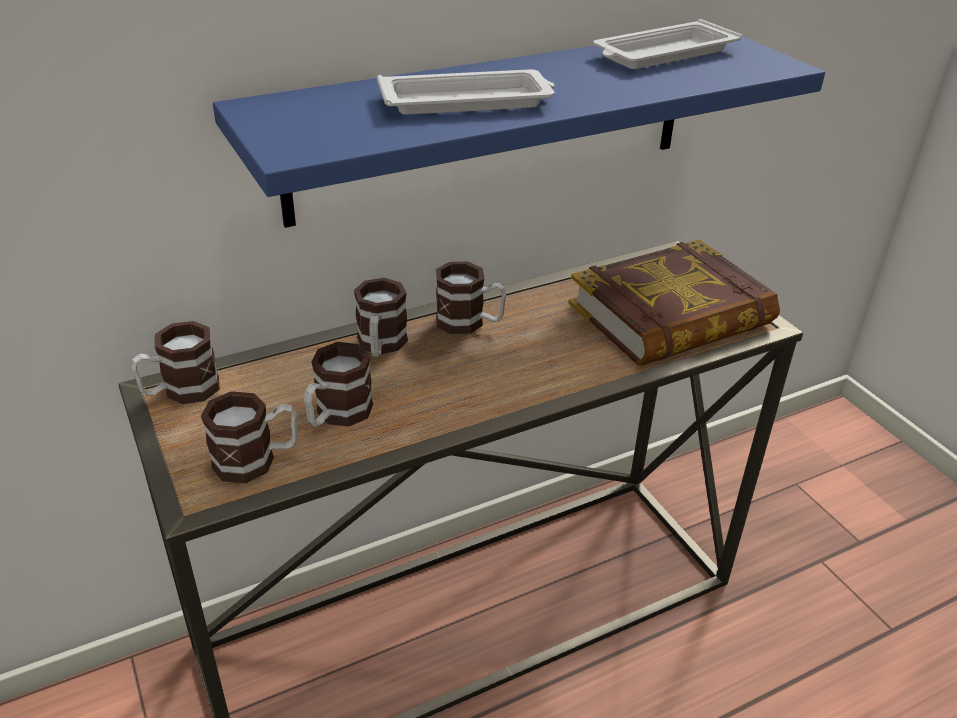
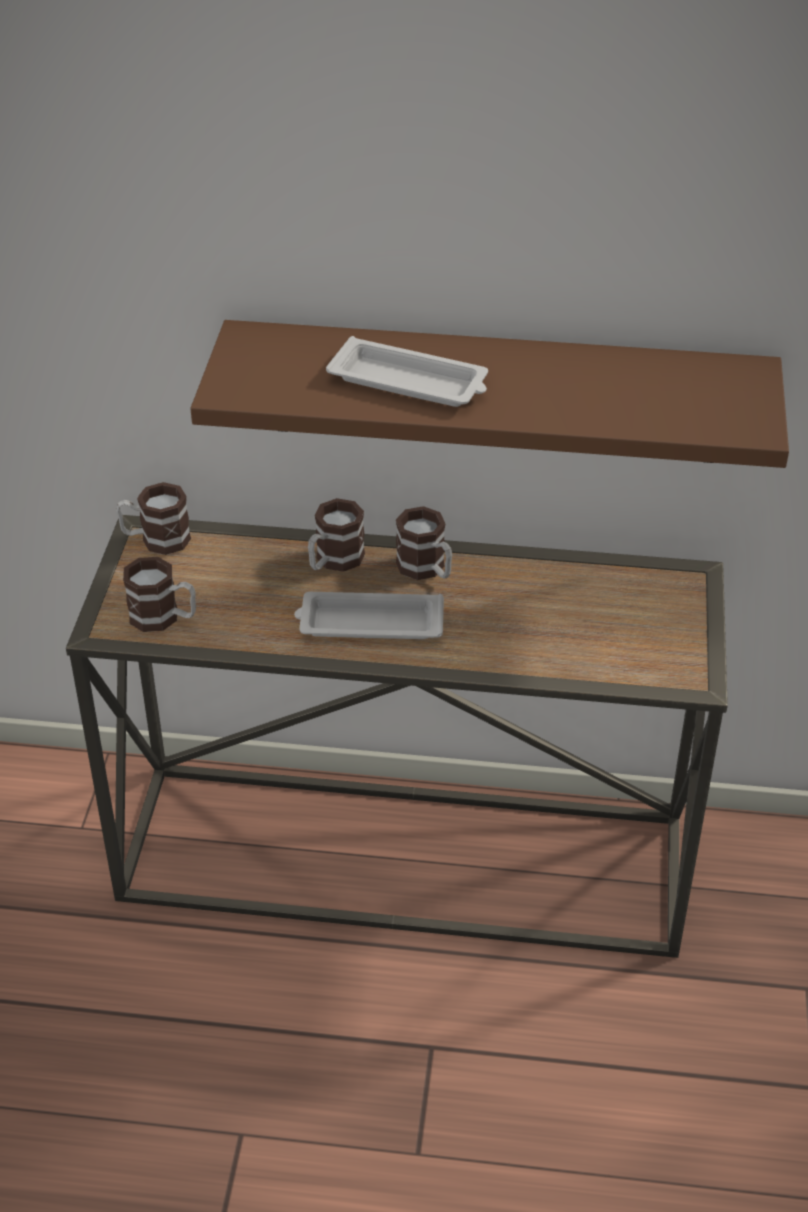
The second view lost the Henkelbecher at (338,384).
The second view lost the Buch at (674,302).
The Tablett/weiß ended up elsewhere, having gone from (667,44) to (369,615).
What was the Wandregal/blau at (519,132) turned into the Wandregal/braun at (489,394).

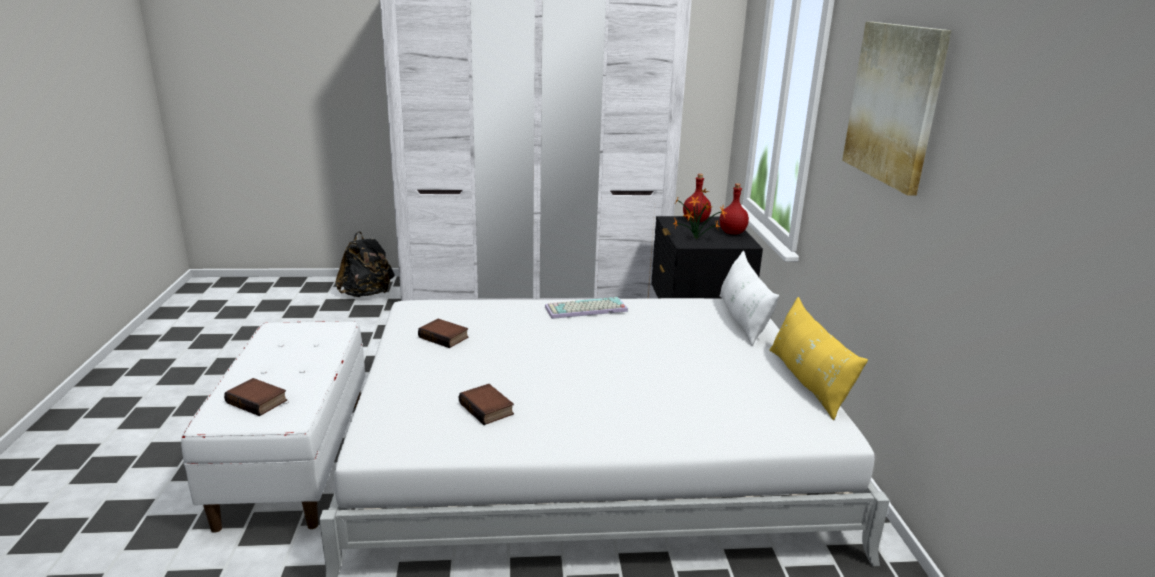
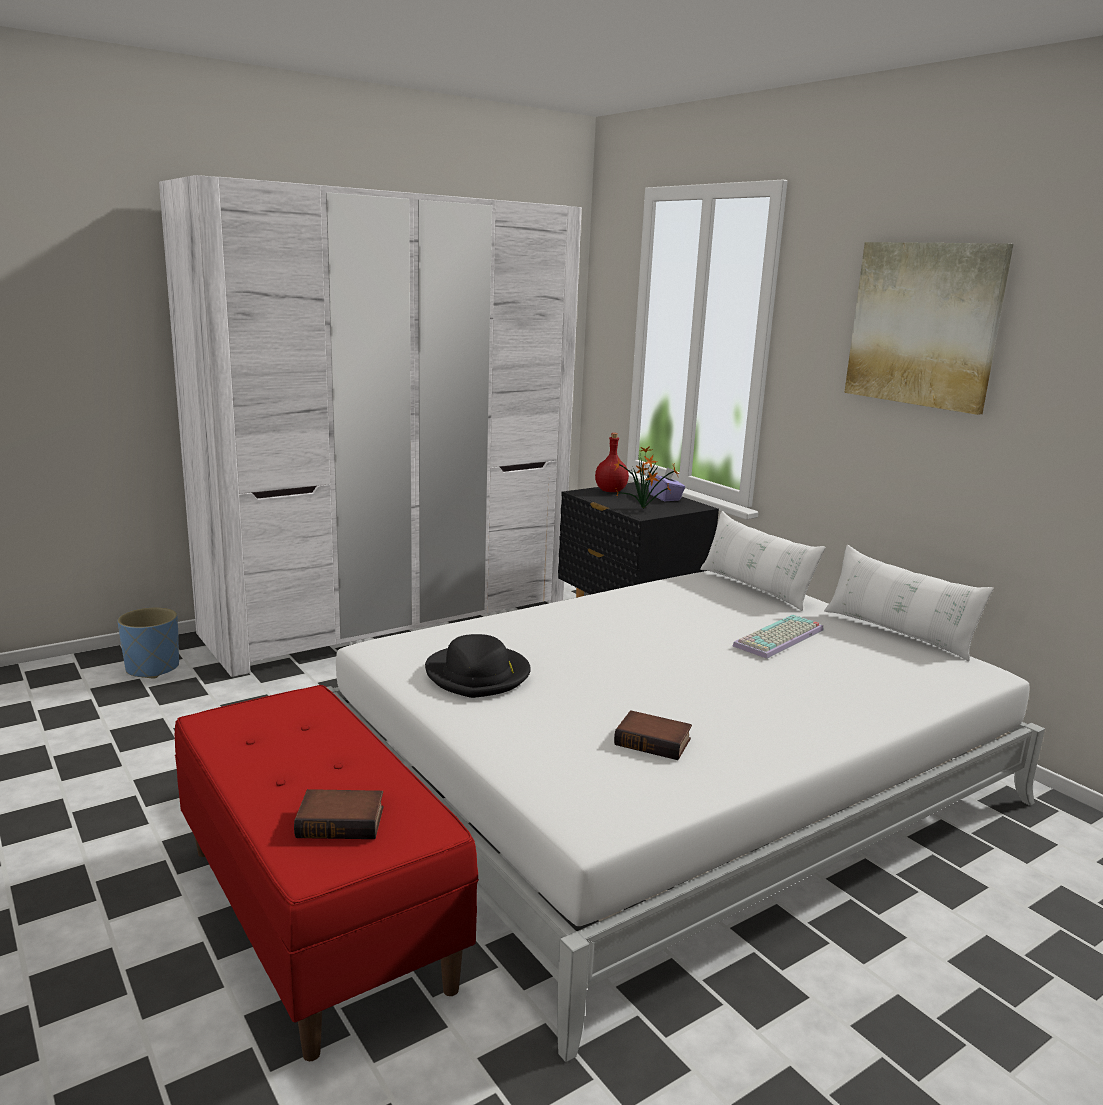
The Tastatur ended up elsewhere, having gone from (586,308) to (777,637).
Where the Rucksack/schwarz stood at (365,264), the Pflanzkübel/blau came to stand at (148,643).
Where the Buch stood at (443,333), the Hut/schwarz came to stand at (478,666).
Where the Flasche/rot stood at (734,209), the Taschentuchbox/lila came to stand at (666,484).
What was the Bank/weiß at (273,427) turned into the Bank/rot at (327,873).
What was the Kissen/gelb at (819,358) turned into the Kissen/weiß at (909,603).

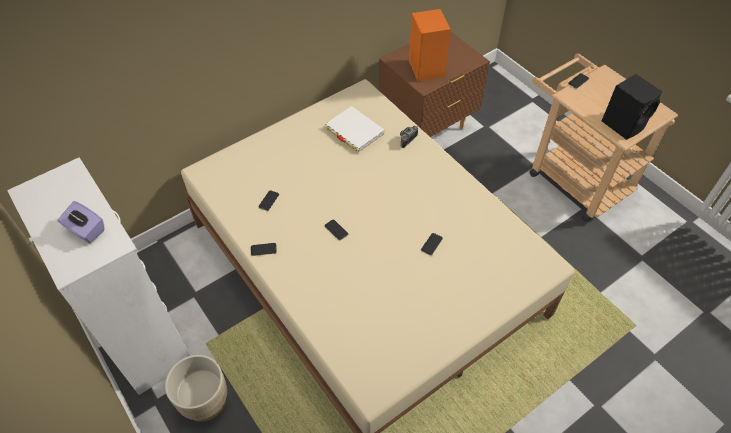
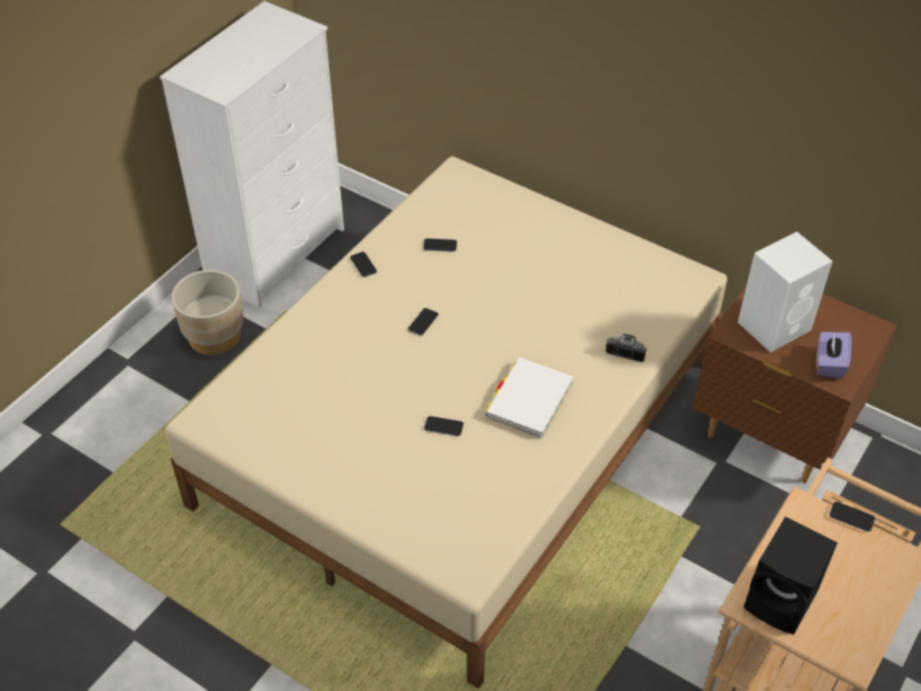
The Taschentuchbox/lila ended up elsewhere, having gone from (81,222) to (834,355).
The Buch/weiß ended up elsewhere, having gone from (354,129) to (529,398).
What was the Lautsprecher/orange at (430,45) turned into the Lautsprecher/weiß at (785,292).

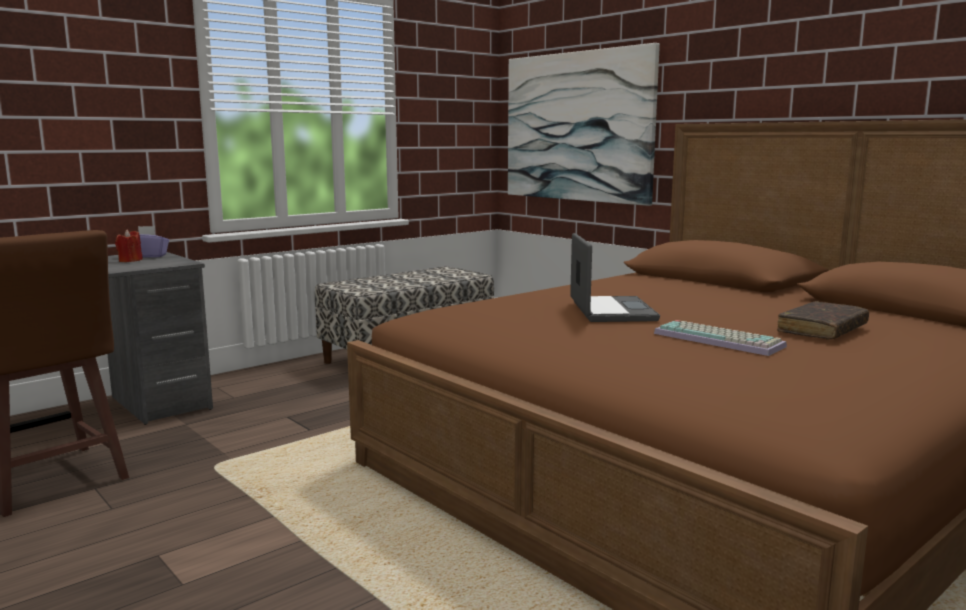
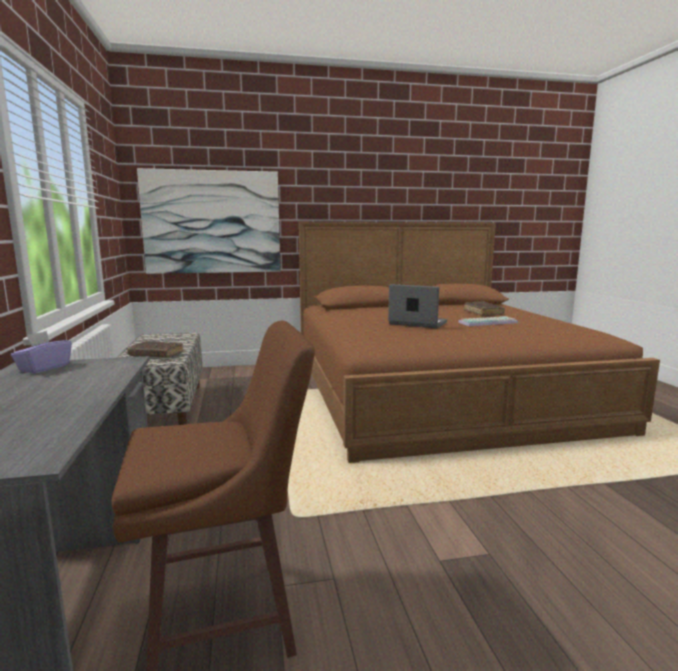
The second view lost the Kerze/rot at (129,246).
The second view gained the Buch/braun at (155,349).

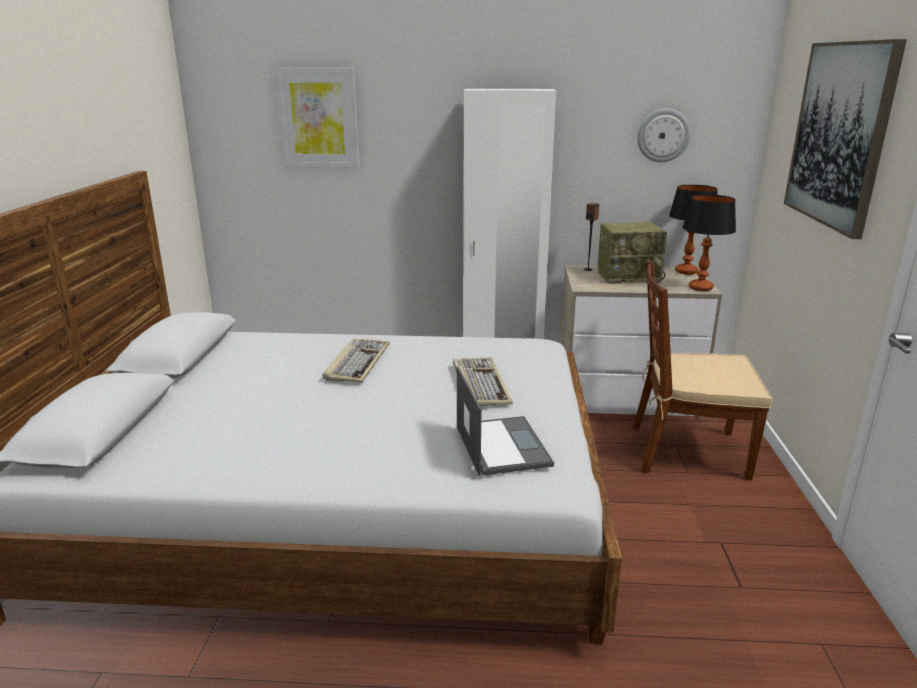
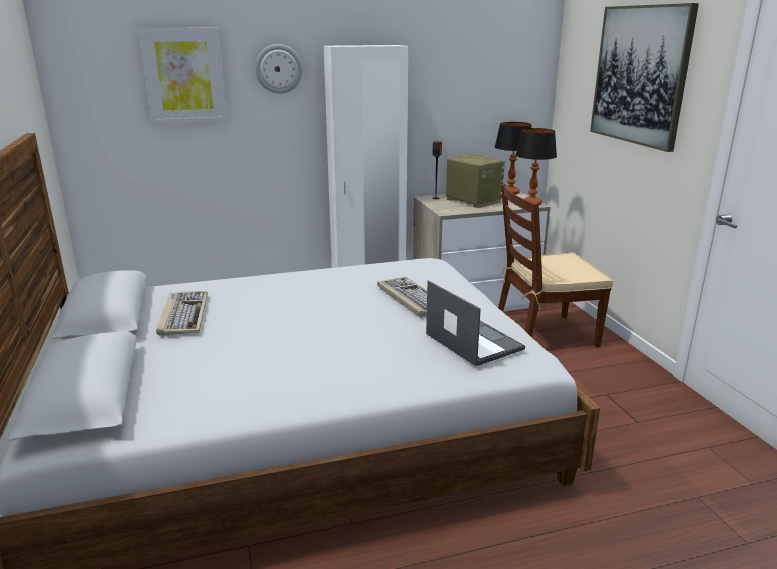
The Tastatur ended up elsewhere, having gone from (356,360) to (182,313).
The Wanduhr ended up elsewhere, having gone from (663,135) to (279,69).
The Radio at (632,253) ended up facing another way, 105 degrees counterclockwise from before.

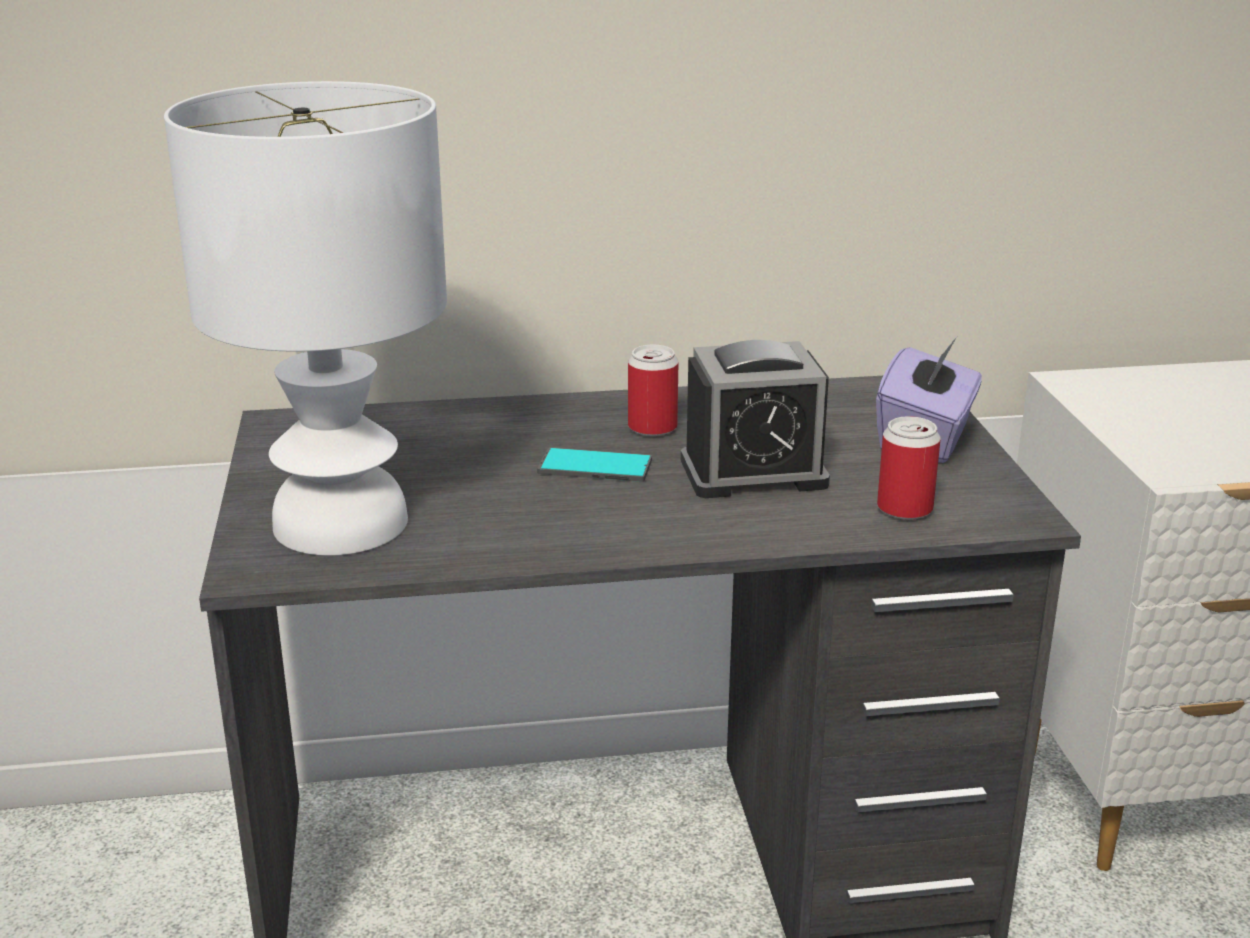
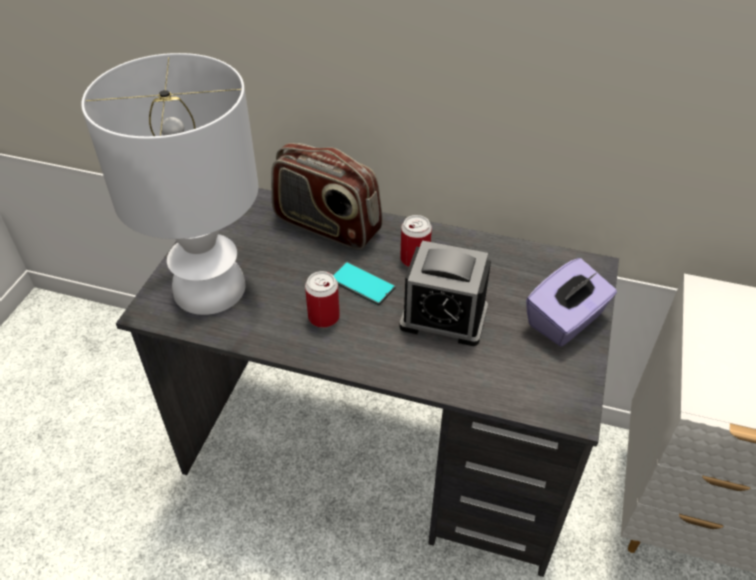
The second view gained the Radio at (327,196).
The Dose ended up elsewhere, having gone from (909,468) to (322,299).

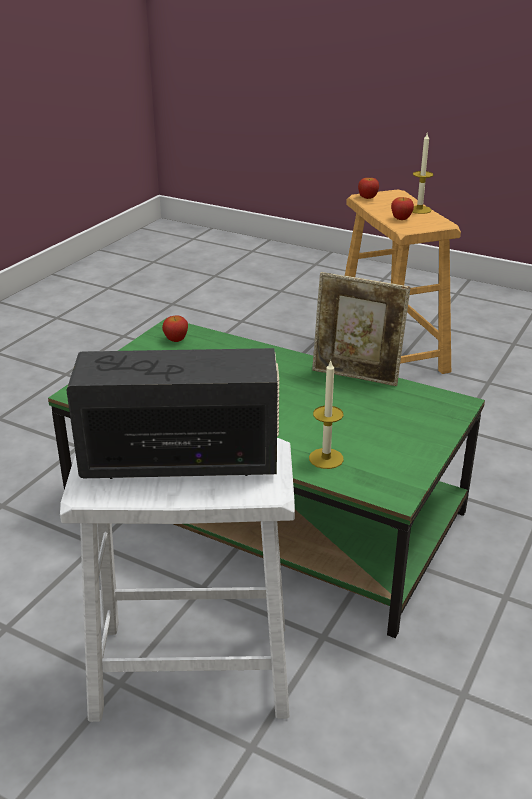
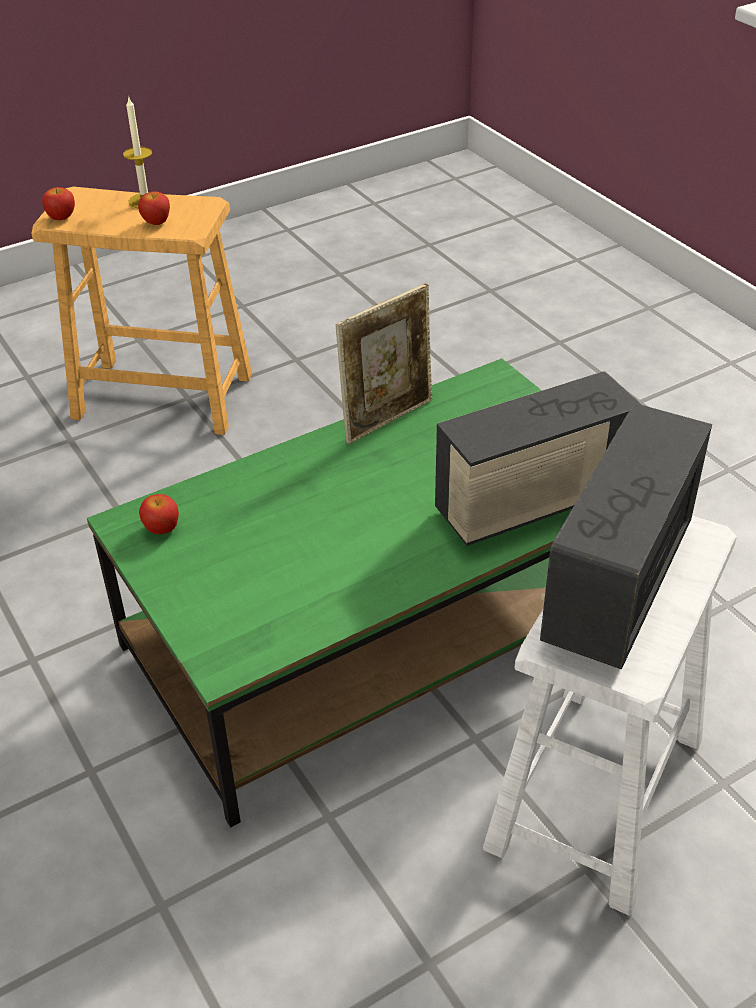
Where the Kerze stood at (326,415), the Radio came to stand at (538,458).

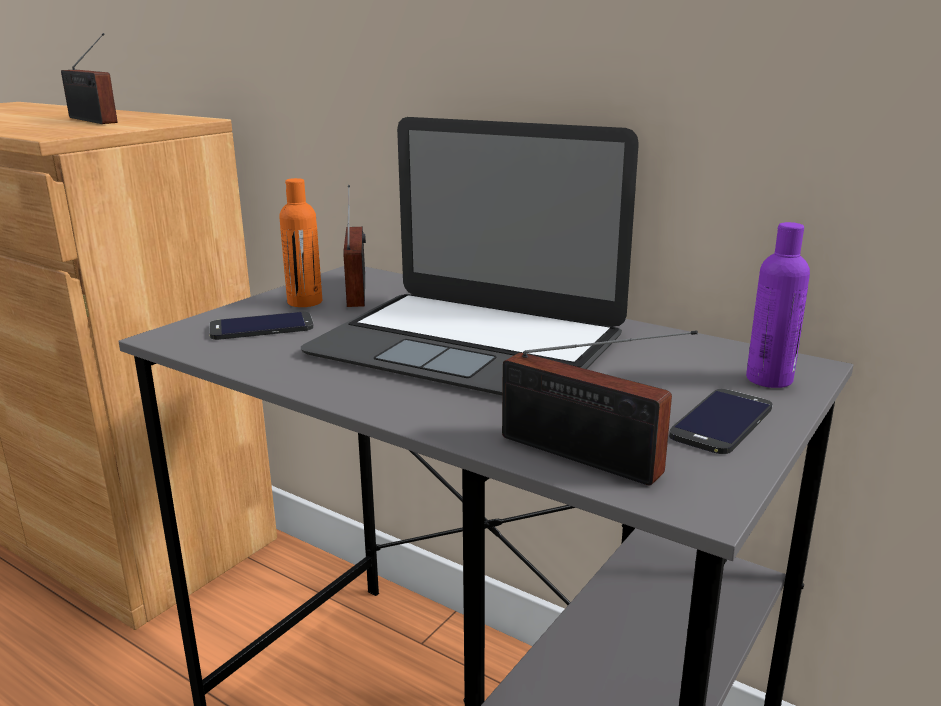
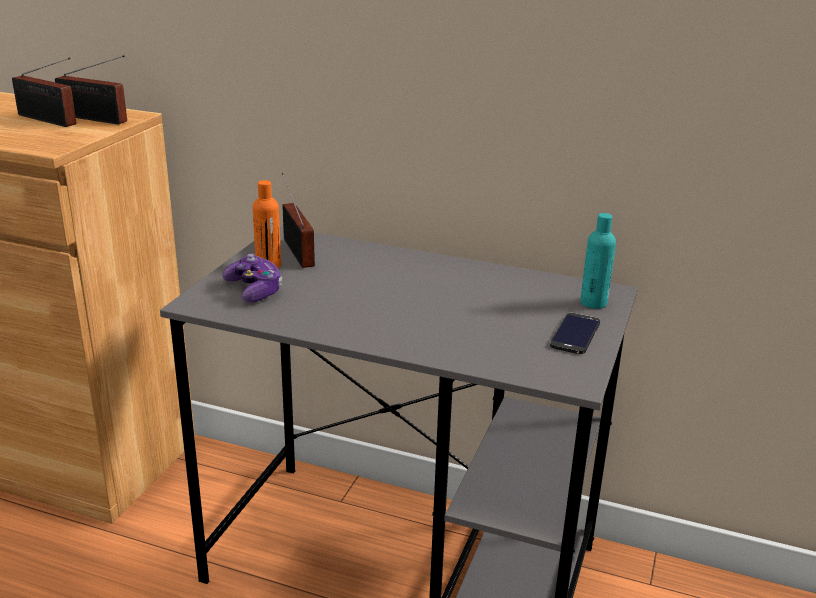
The second view lost the Laptop at (470,256).
The Radio ended up elsewhere, having gone from (600,408) to (91,89).
Where the Handy stood at (261,326), the Gamepad came to stand at (252,278).
What was the Flasche/lila at (778,305) turned into the Flasche/türkis at (598,261).

